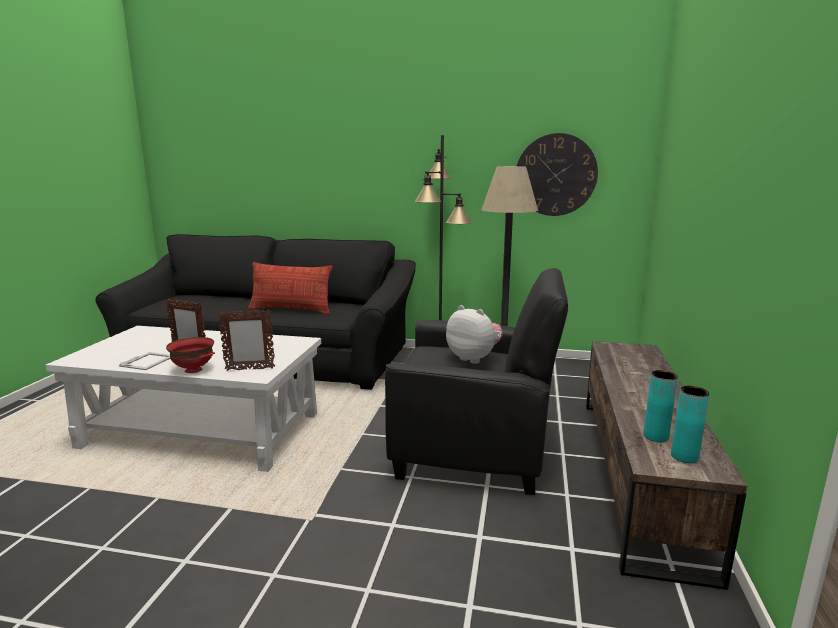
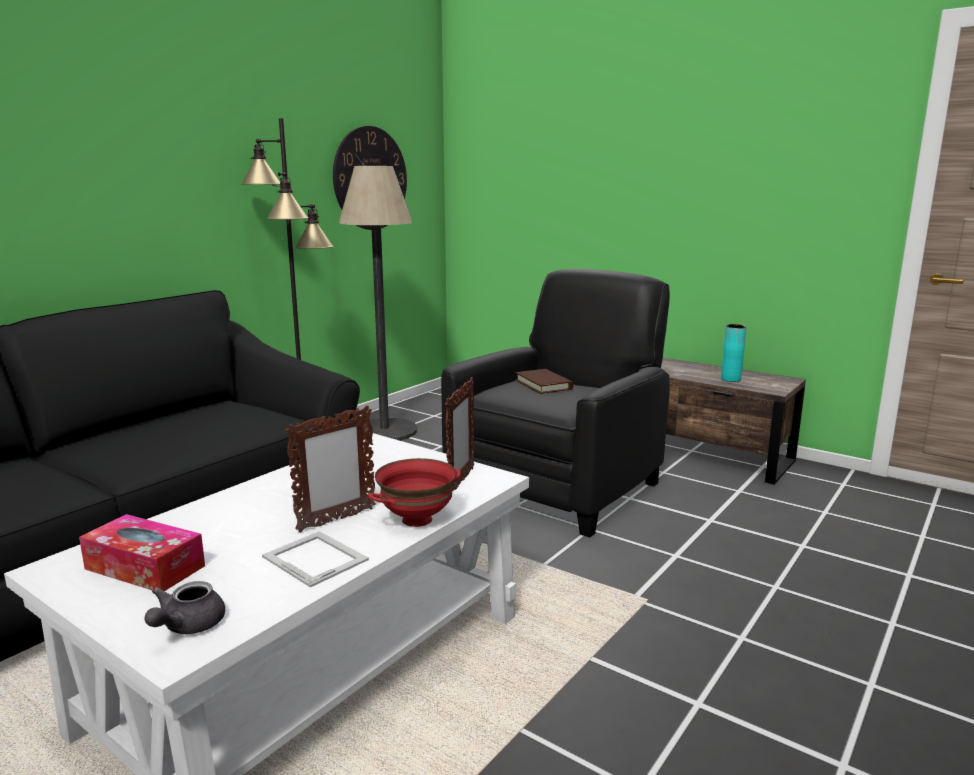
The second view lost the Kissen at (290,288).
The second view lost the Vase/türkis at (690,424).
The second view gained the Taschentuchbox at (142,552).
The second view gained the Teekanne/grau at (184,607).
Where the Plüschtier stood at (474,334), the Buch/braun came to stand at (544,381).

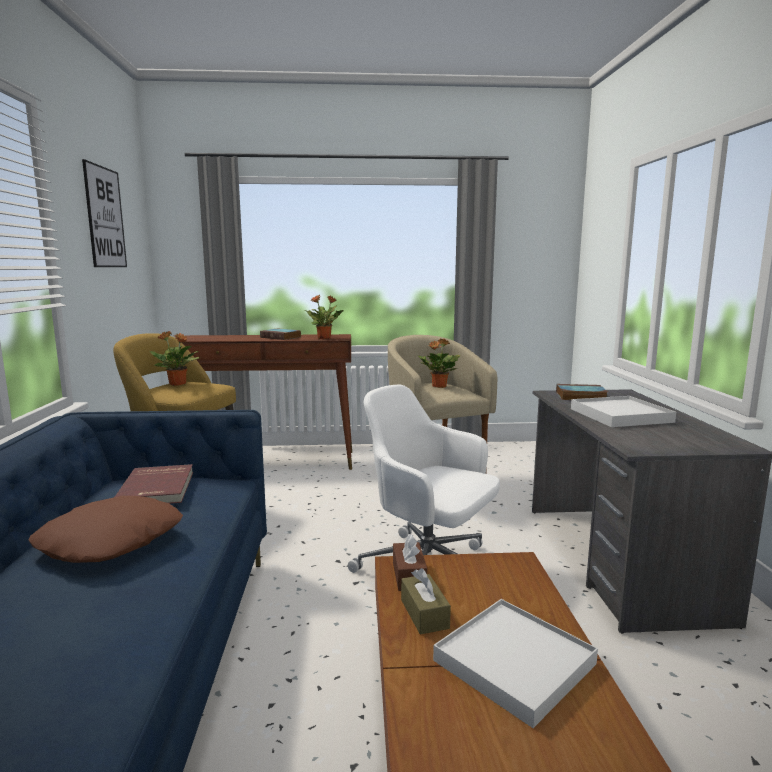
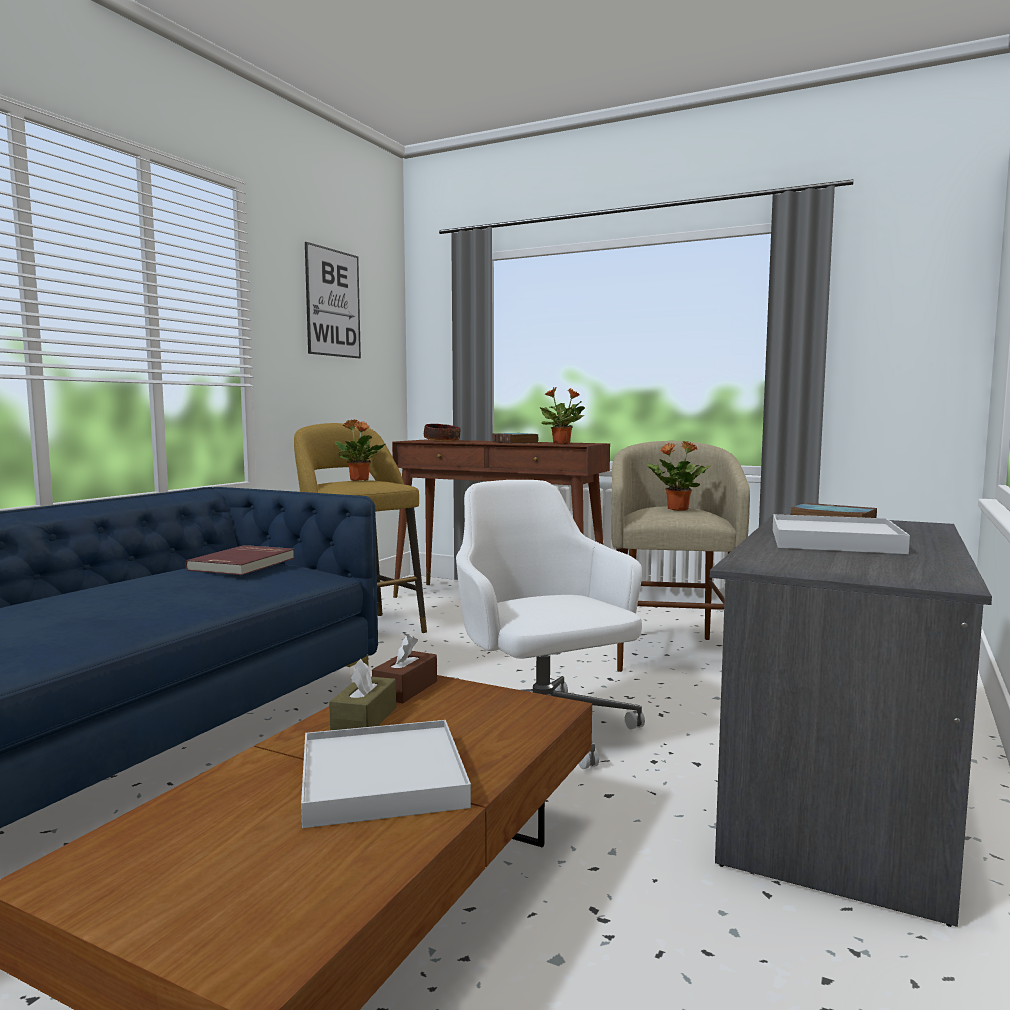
The second view lost the Kissen/braun at (106,529).
The second view gained the Schüssel at (442,433).

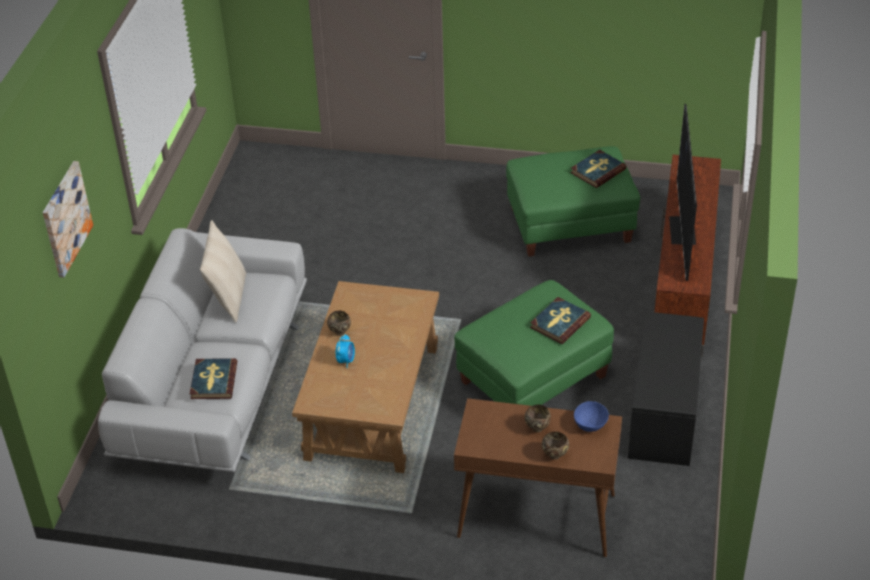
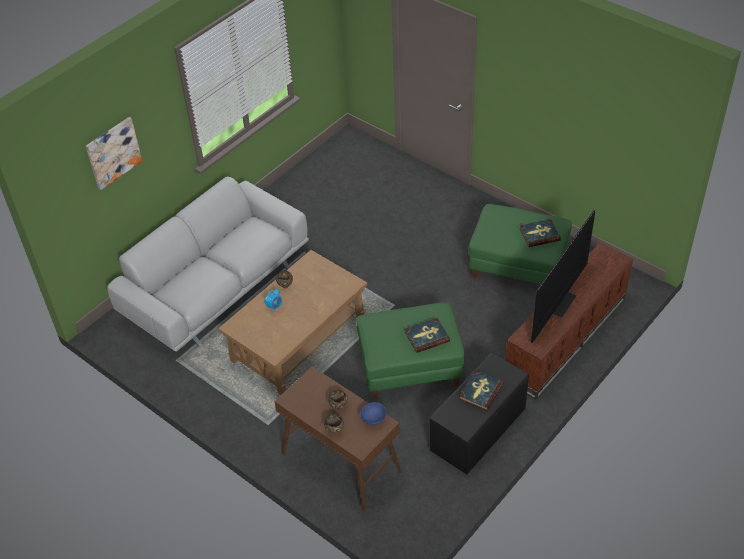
The second view lost the Kissen/beige at (223,271).
The Buch ended up elsewhere, having gone from (213,378) to (481,390).

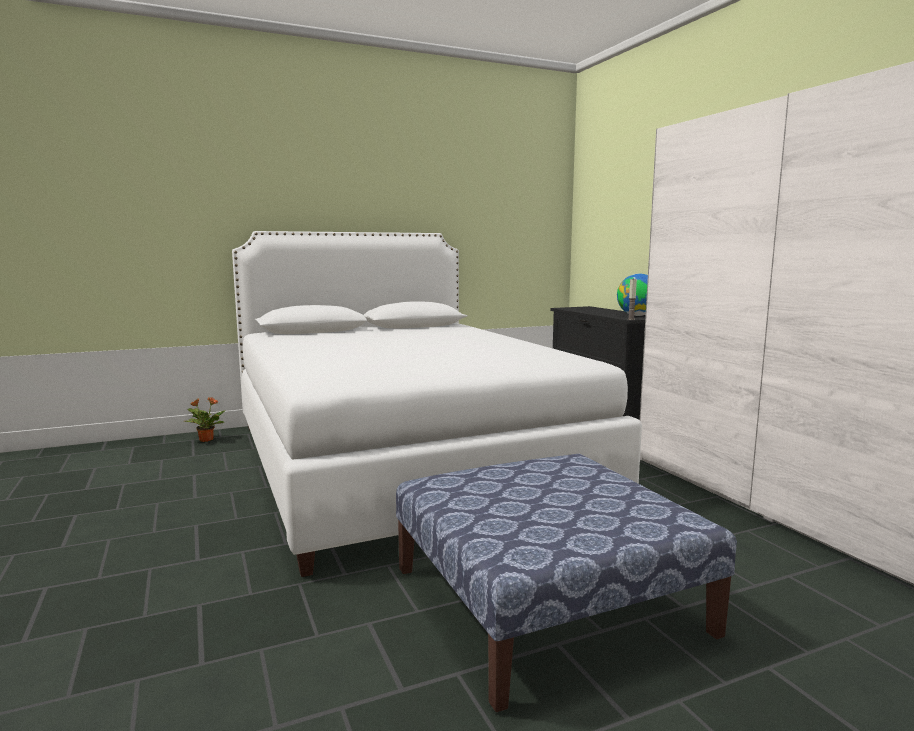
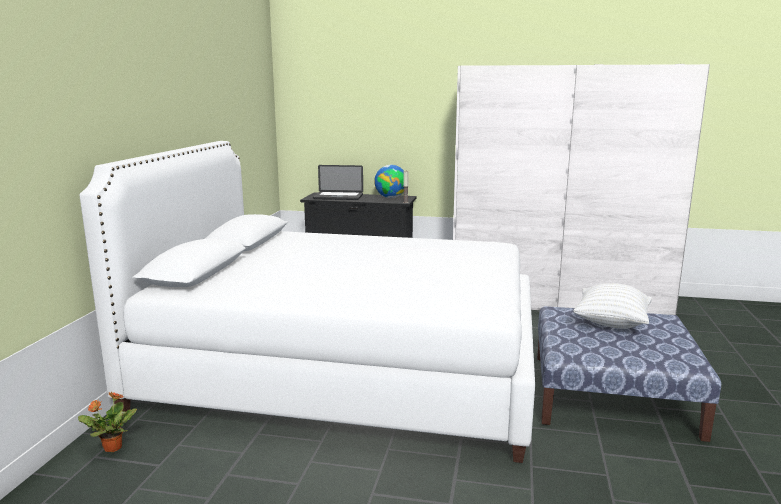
The second view gained the Laptop at (338,182).
The second view gained the Kissen/weiß at (612,306).

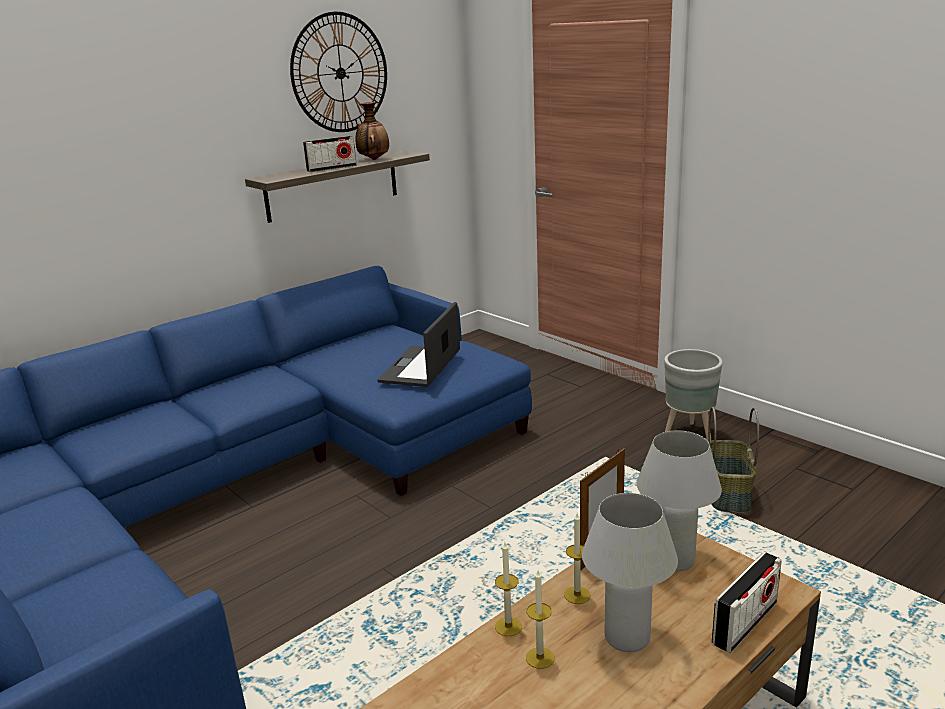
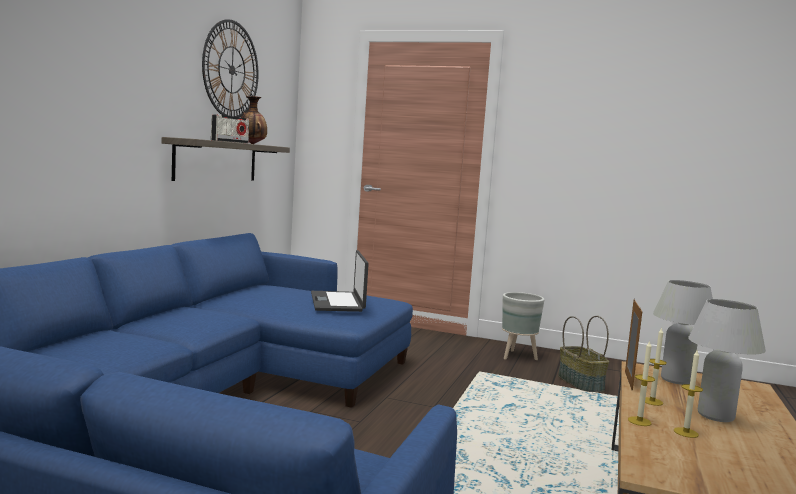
The second view lost the Radio at (747,602).

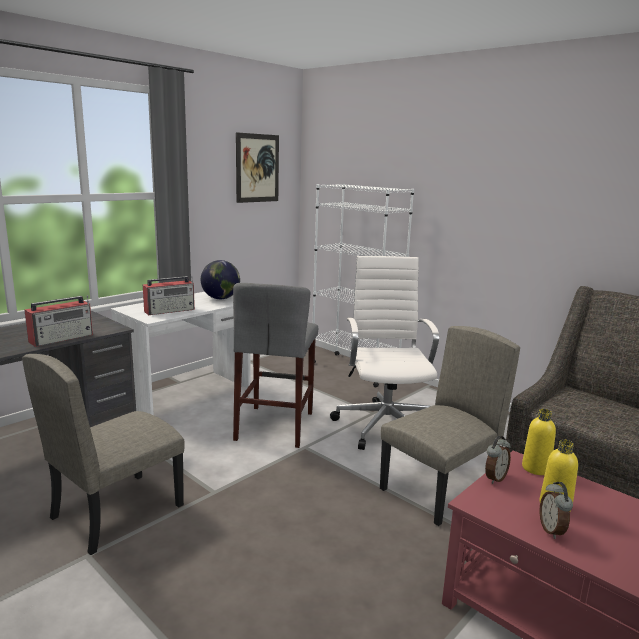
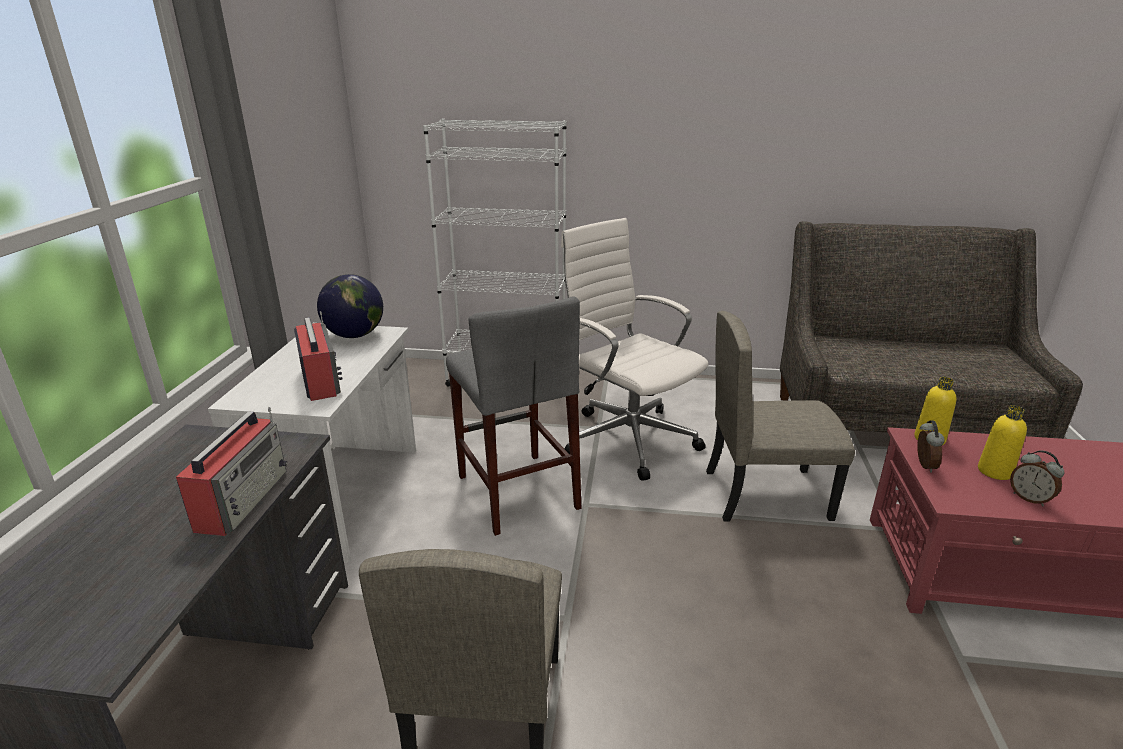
The second view lost the Bild at (257,167).
The Radio at (169,295) ended up facing another way, 45 degrees counterclockwise from before.
The Stuhl/beige at (450,426) ended up facing another way, 105 degrees counterclockwise from before.

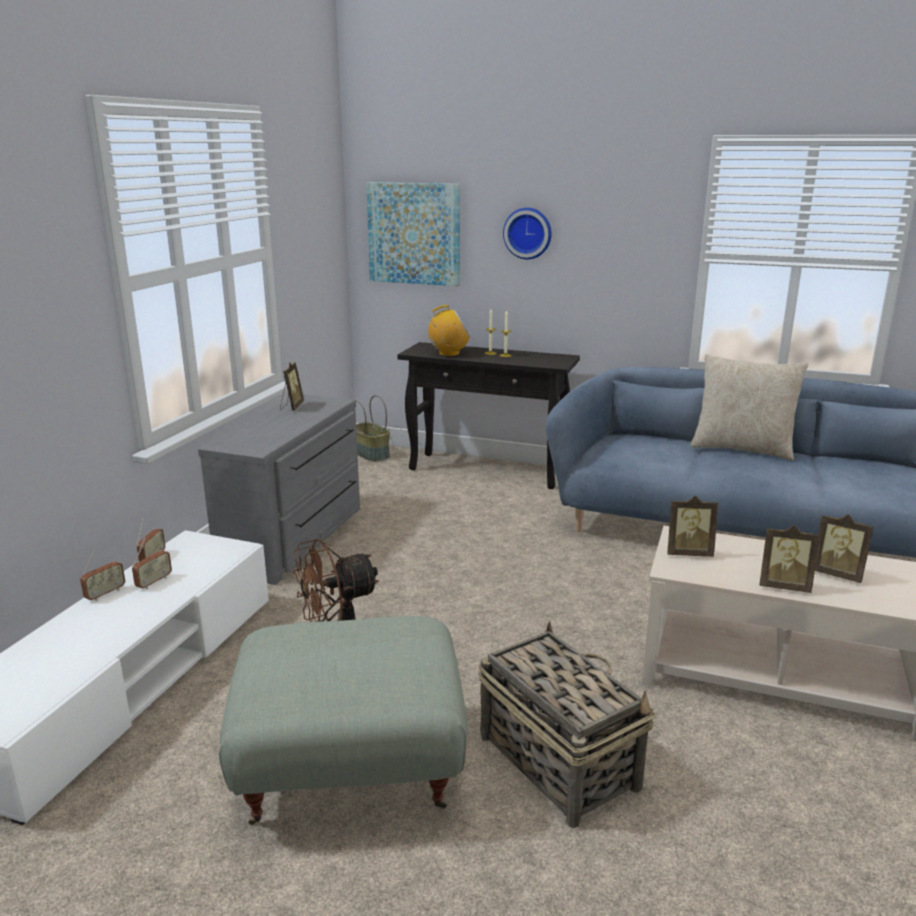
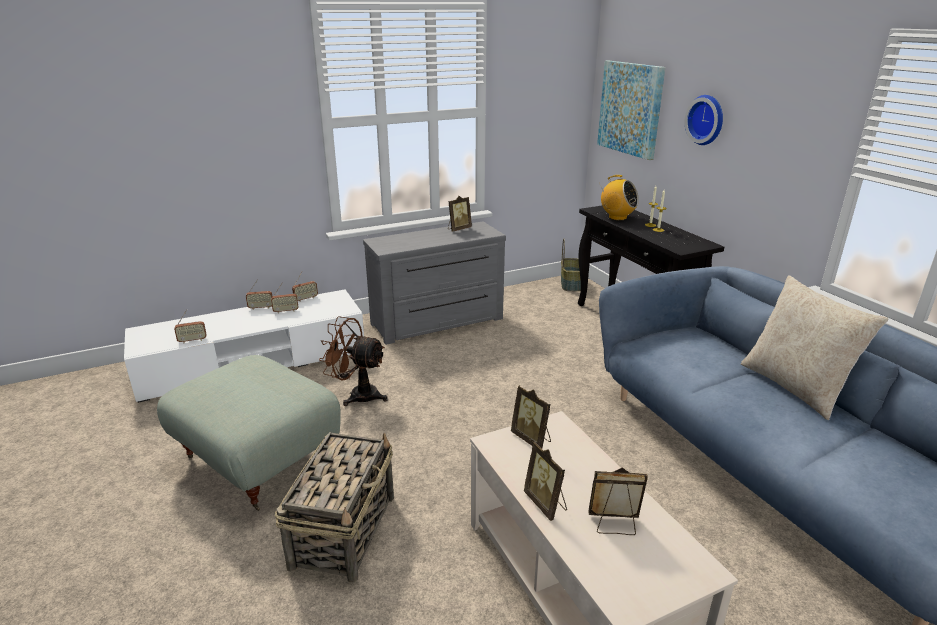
The second view gained the Radio at (190,327).
The Bilderrahmen at (844,548) ended up facing another way, 105 degrees clockwise from before.

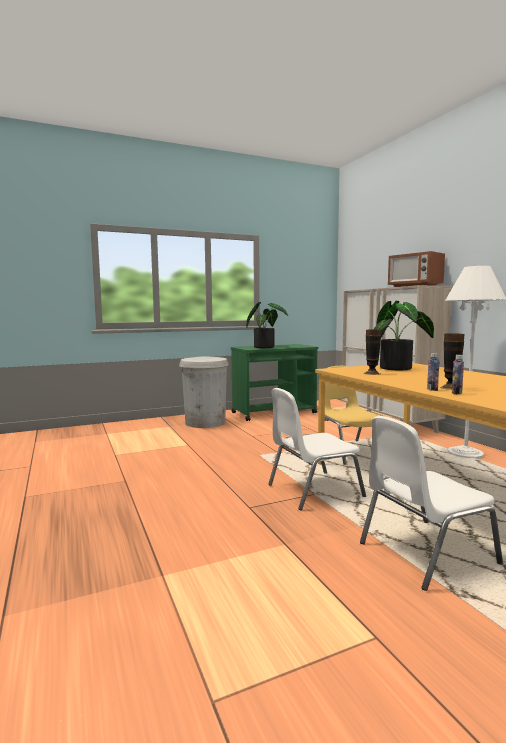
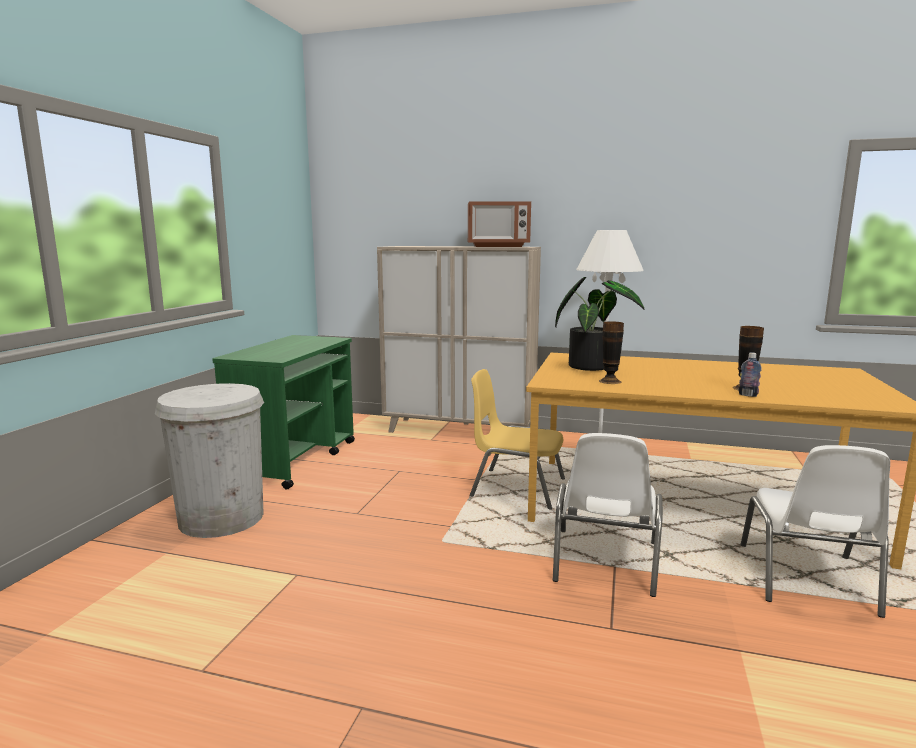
The second view lost the Topfpflanze at (267,325).
The second view lost the Flasche at (458,374).

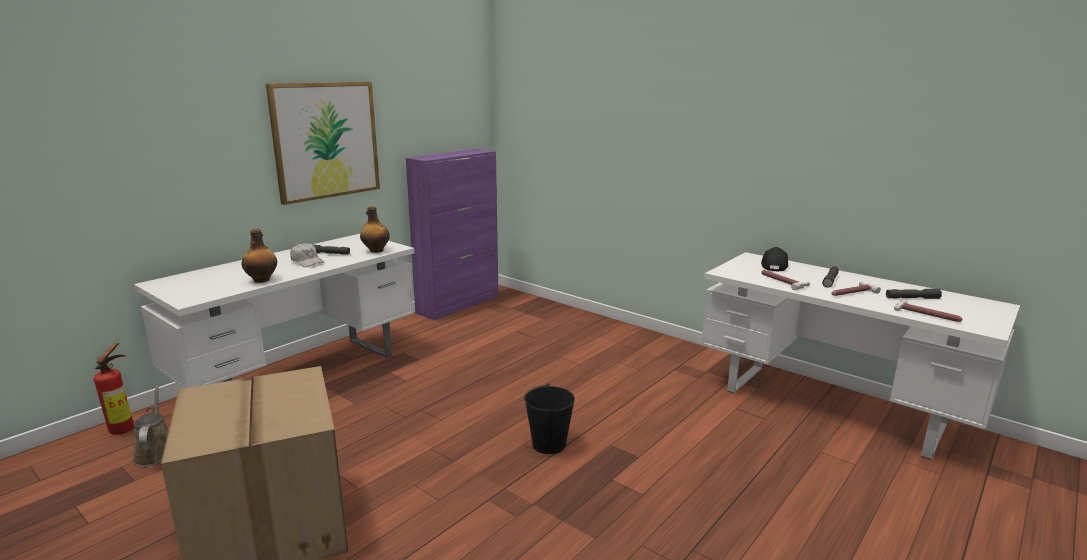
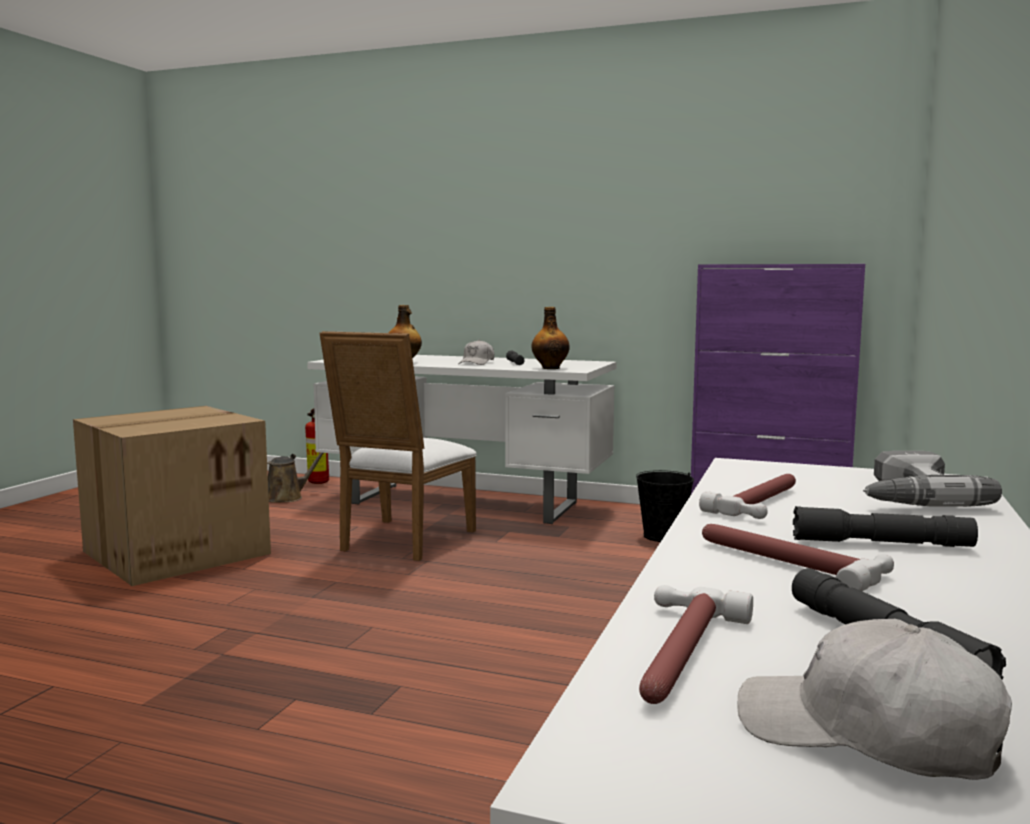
The second view lost the Bild at (323,143).
The second view gained the Stuhl/weiß at (398,446).
The second view gained the Kappe/weiß at (874,699).
The Eimer/schwarz ended up elsewhere, having gone from (549,418) to (665,506).
Where the Kappe/schwarz stood at (774,259), the Bohrmaschine came to stand at (932,479).

